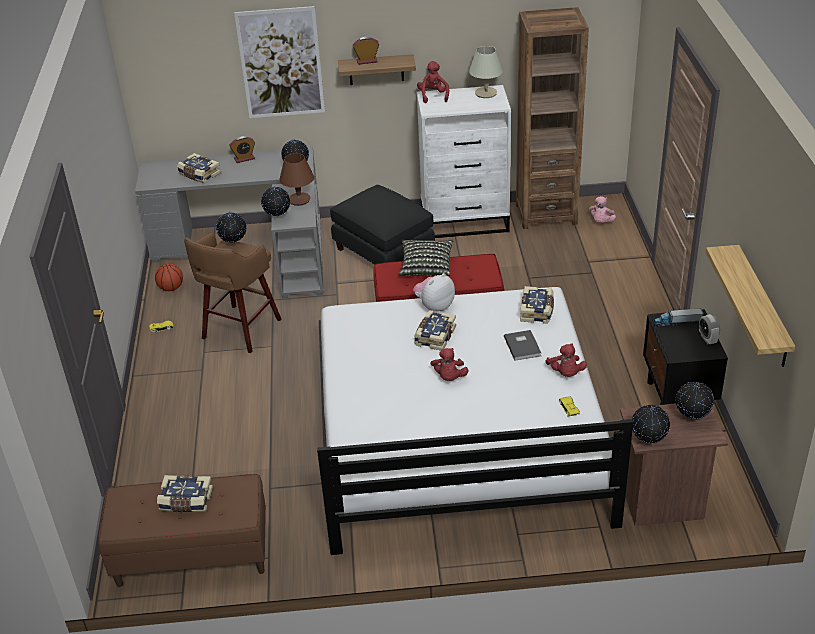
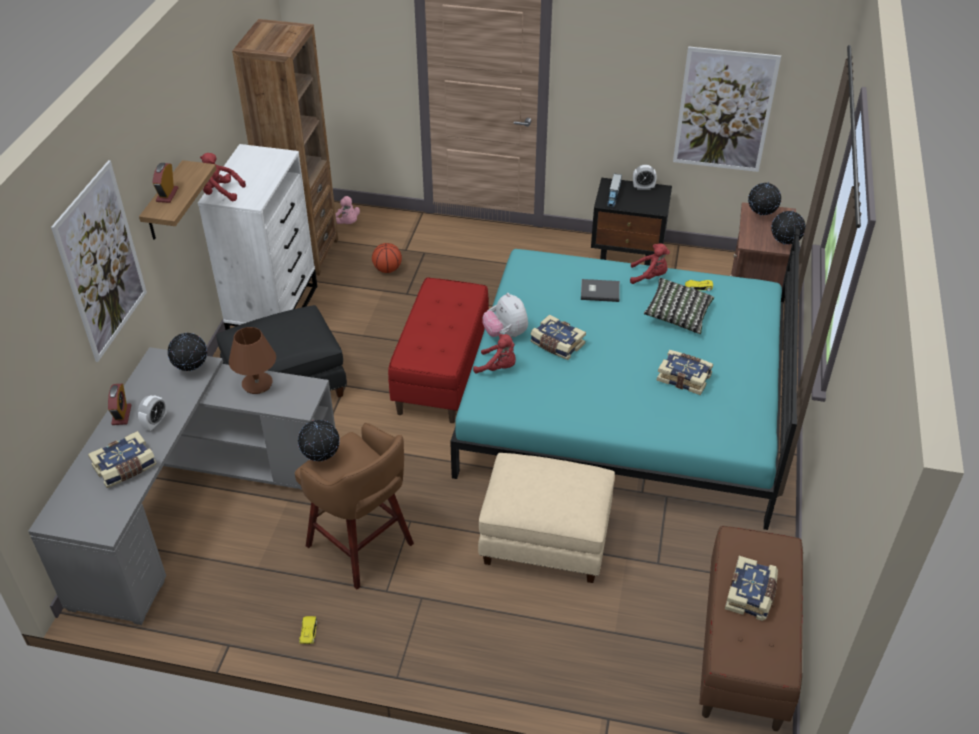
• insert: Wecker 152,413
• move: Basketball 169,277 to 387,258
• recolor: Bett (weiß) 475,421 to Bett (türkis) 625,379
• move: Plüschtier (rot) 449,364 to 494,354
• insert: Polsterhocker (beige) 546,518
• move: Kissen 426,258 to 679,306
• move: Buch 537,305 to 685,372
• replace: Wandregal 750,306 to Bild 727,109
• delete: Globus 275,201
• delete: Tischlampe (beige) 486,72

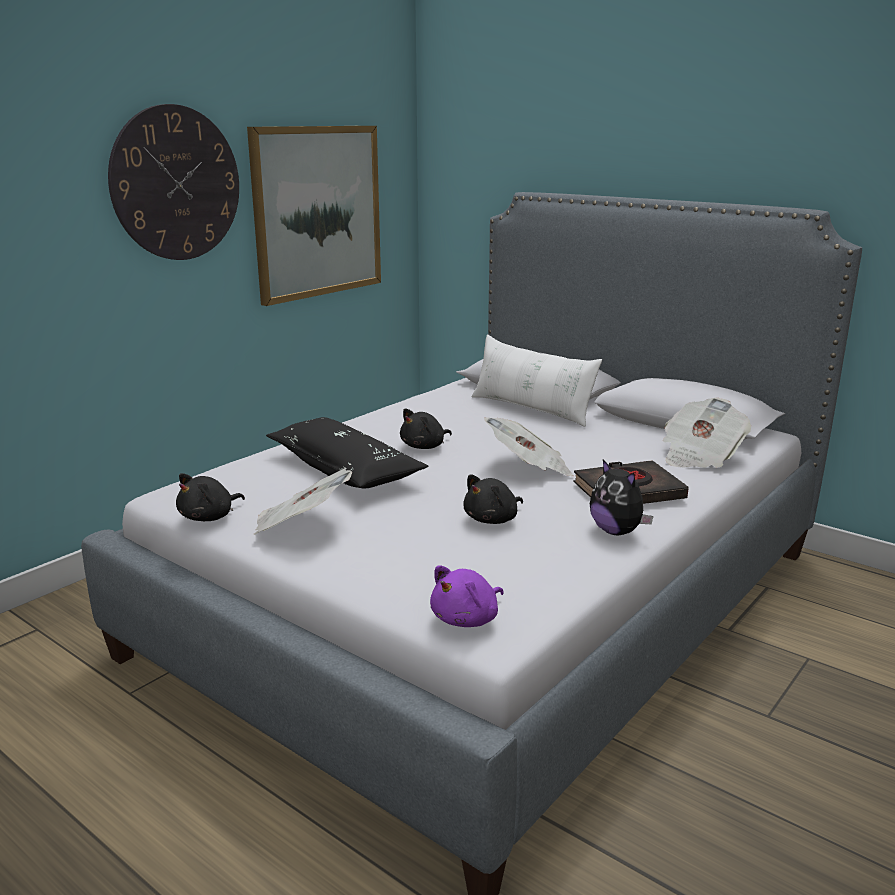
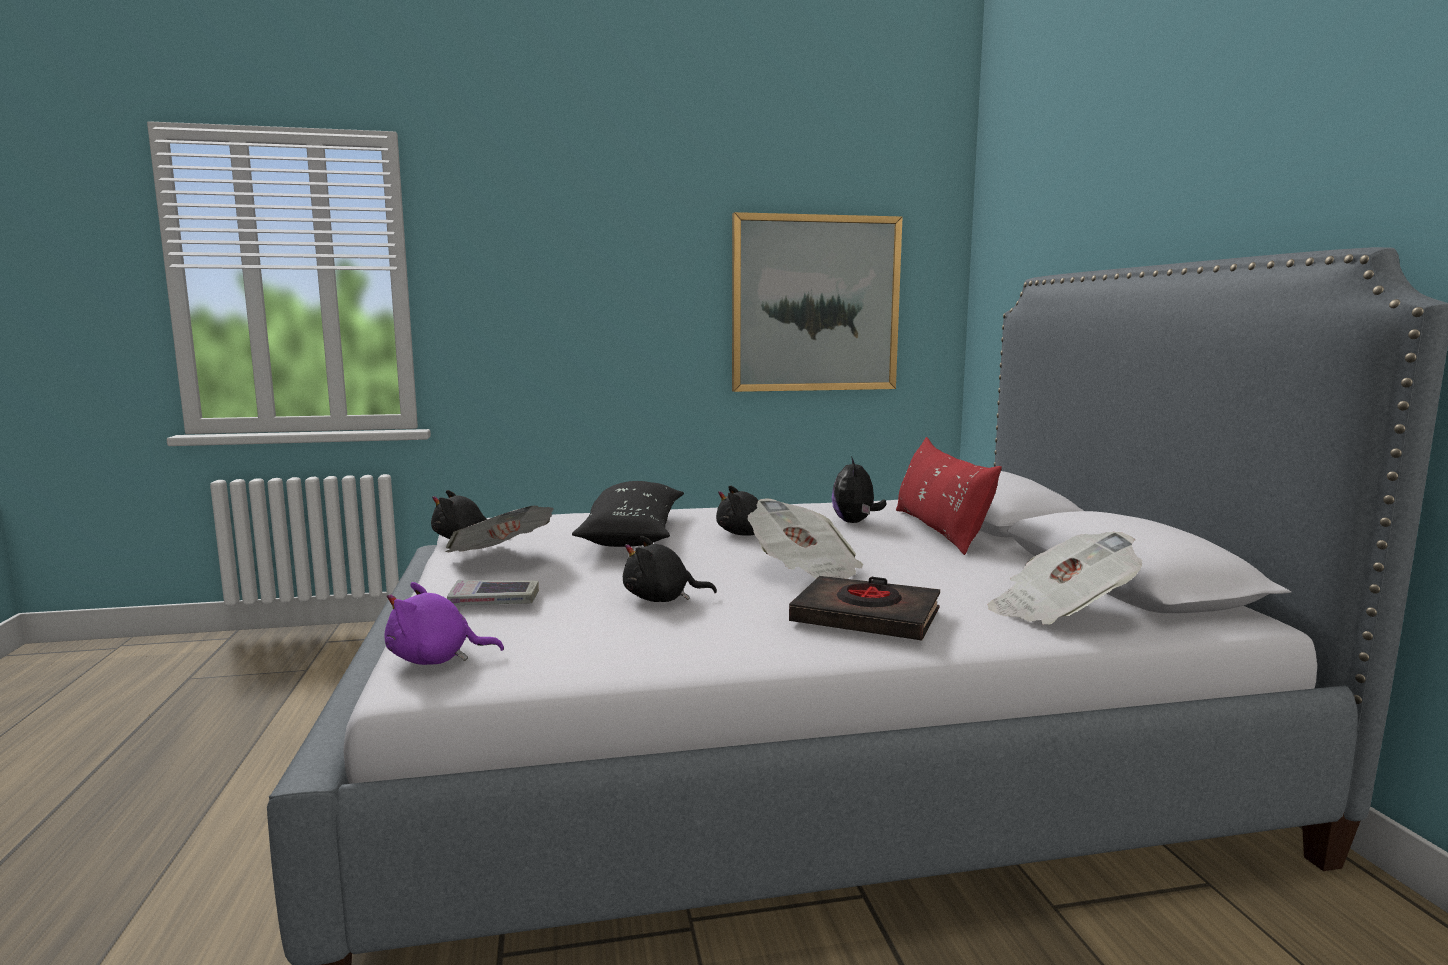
• insert: Buch 493,592
• move: Plüschtier 621,497 to 859,489
• recolor: Kissen (weiß) 536,380 to Kissen (rot) 949,496
• delete: Wanduhr 173,182

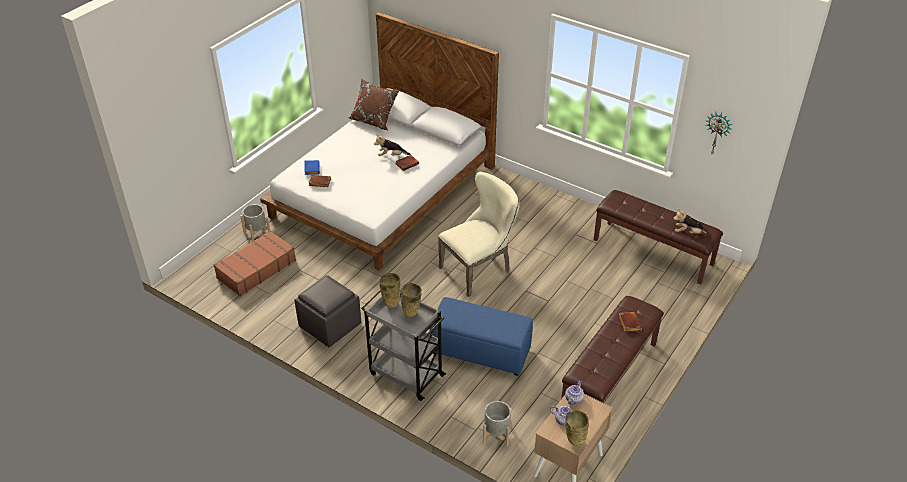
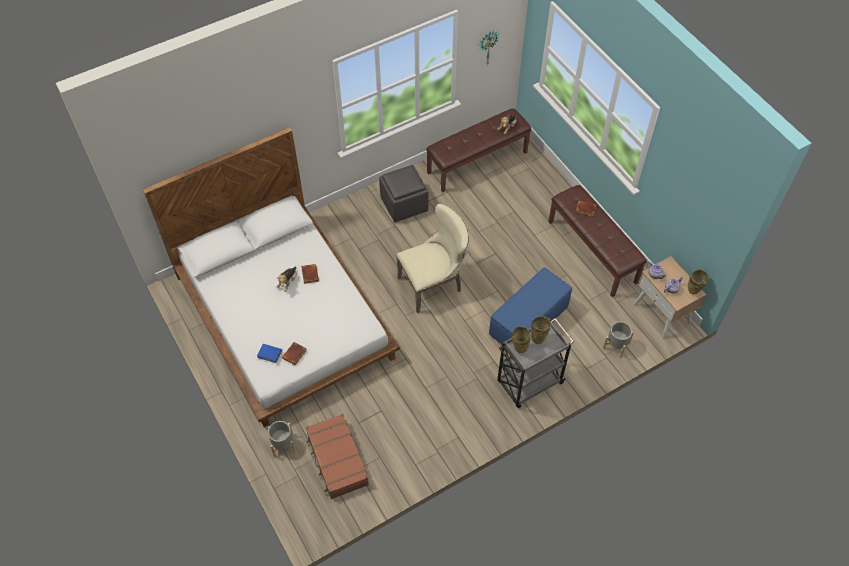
• move: Polsterhocker (grau) 327,311 to 404,193
• rotate: Stuhl (beige) 479,234 = 433,258 75 degrees clockwise
• delete: Kissen (braun) 374,104

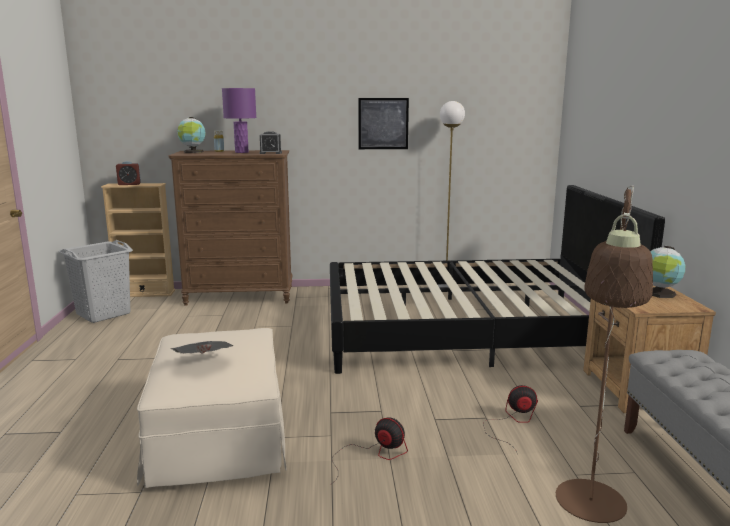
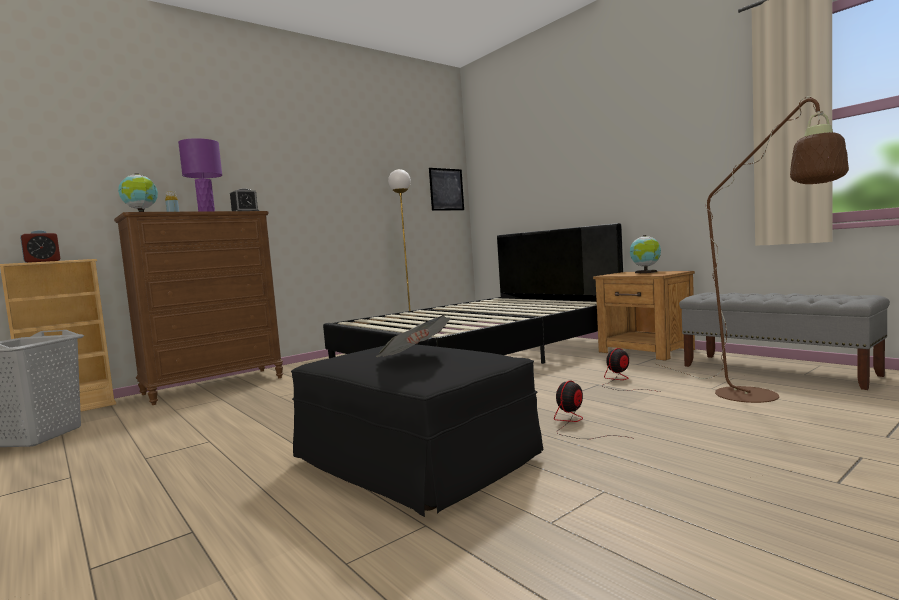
• recolor: Polsterhocker (beige) 212,408 to Polsterhocker (schwarz) 417,430
• move: Bild 383,123 to 446,189
• rotate: Ventilator 370,450 = 592,410 45 degrees counterclockwise

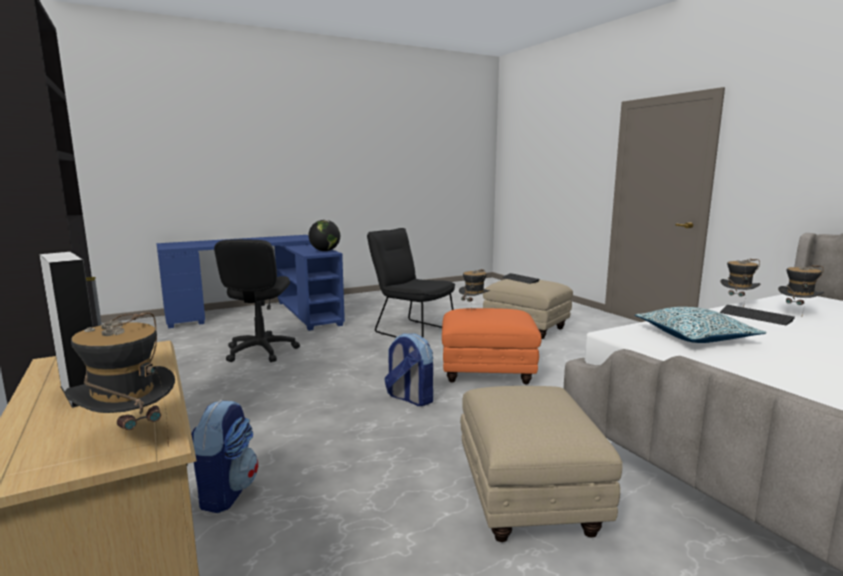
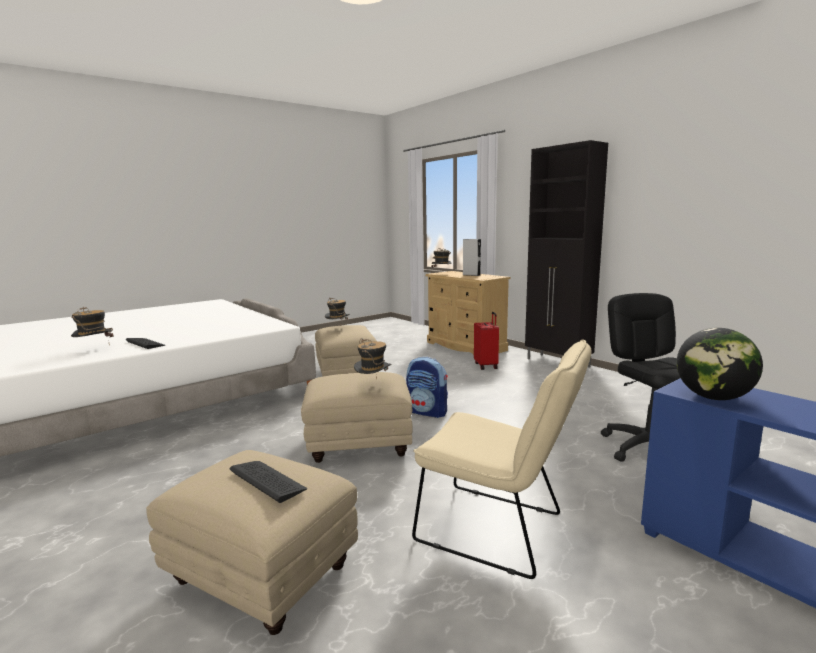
• recolor: Polsterhocker (orange) 492,346 to Polsterhocker (beige) 357,417
• move: Hut 740,283 to 337,310
• recolor: Stuhl (schwarz) 411,283 to Stuhl (beige) 502,459
• replace: Rucksack 224,456 to Koffer (rot) 486,341
• delete: Kissen 701,325

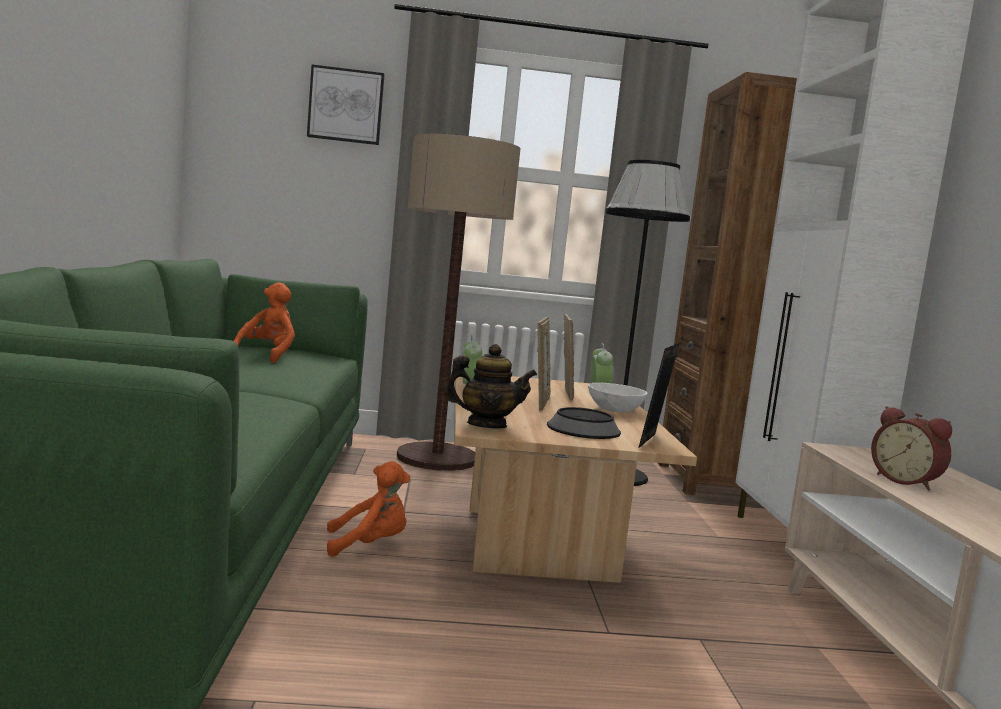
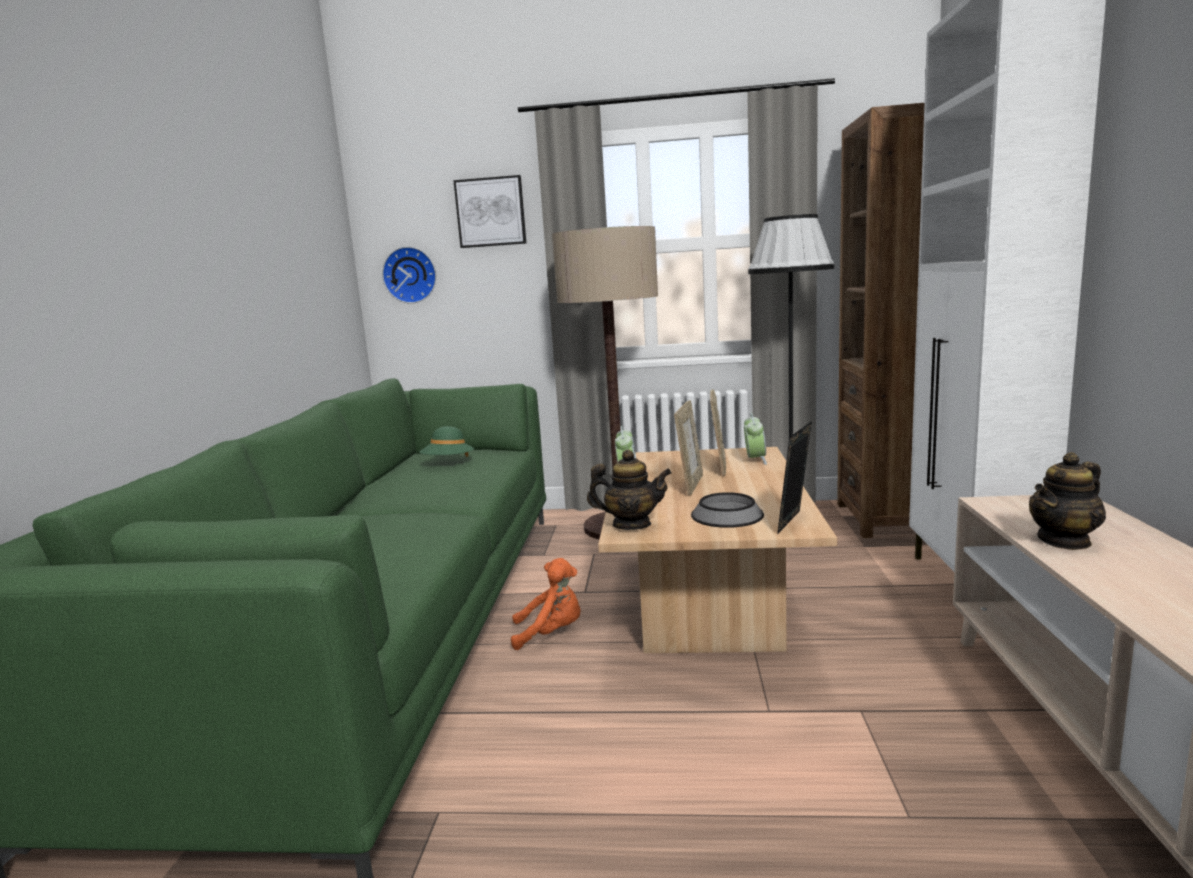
• insert: Wanduhr 409,275
• replace: Plüschtier (orange) 264,322 to Hut (grün) 446,441
• replace: Wecker 911,448 to Teekanne 1067,501
• delete: Schüssel (weiß) 617,398

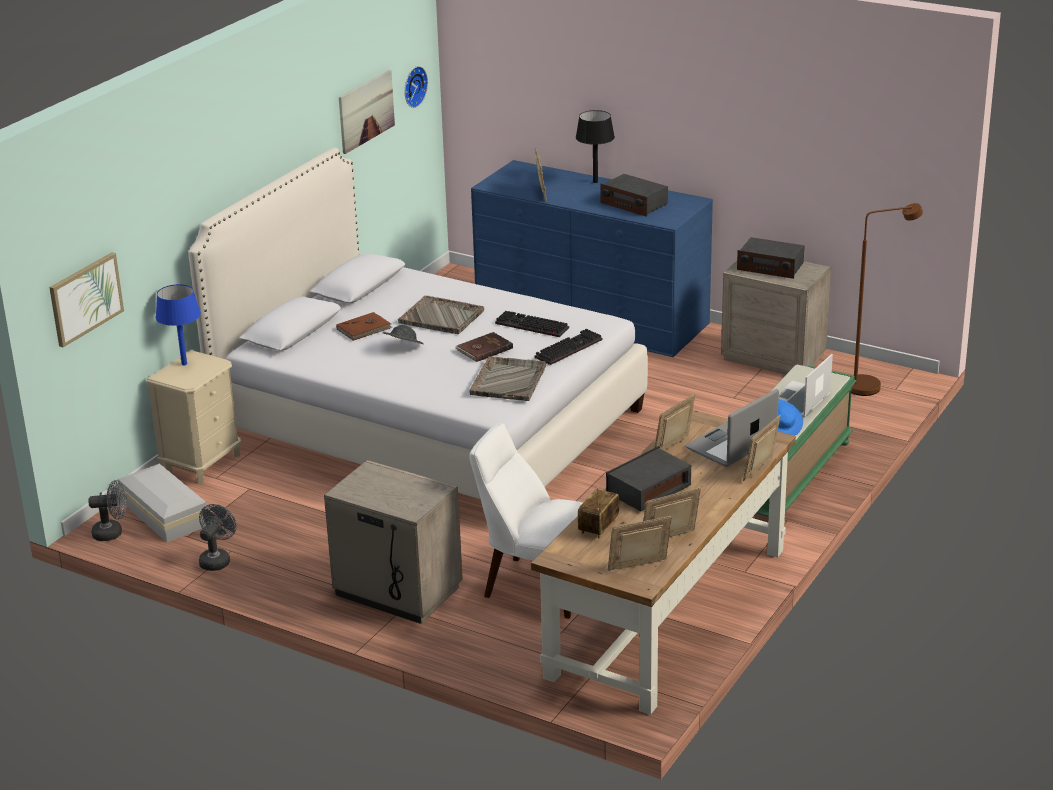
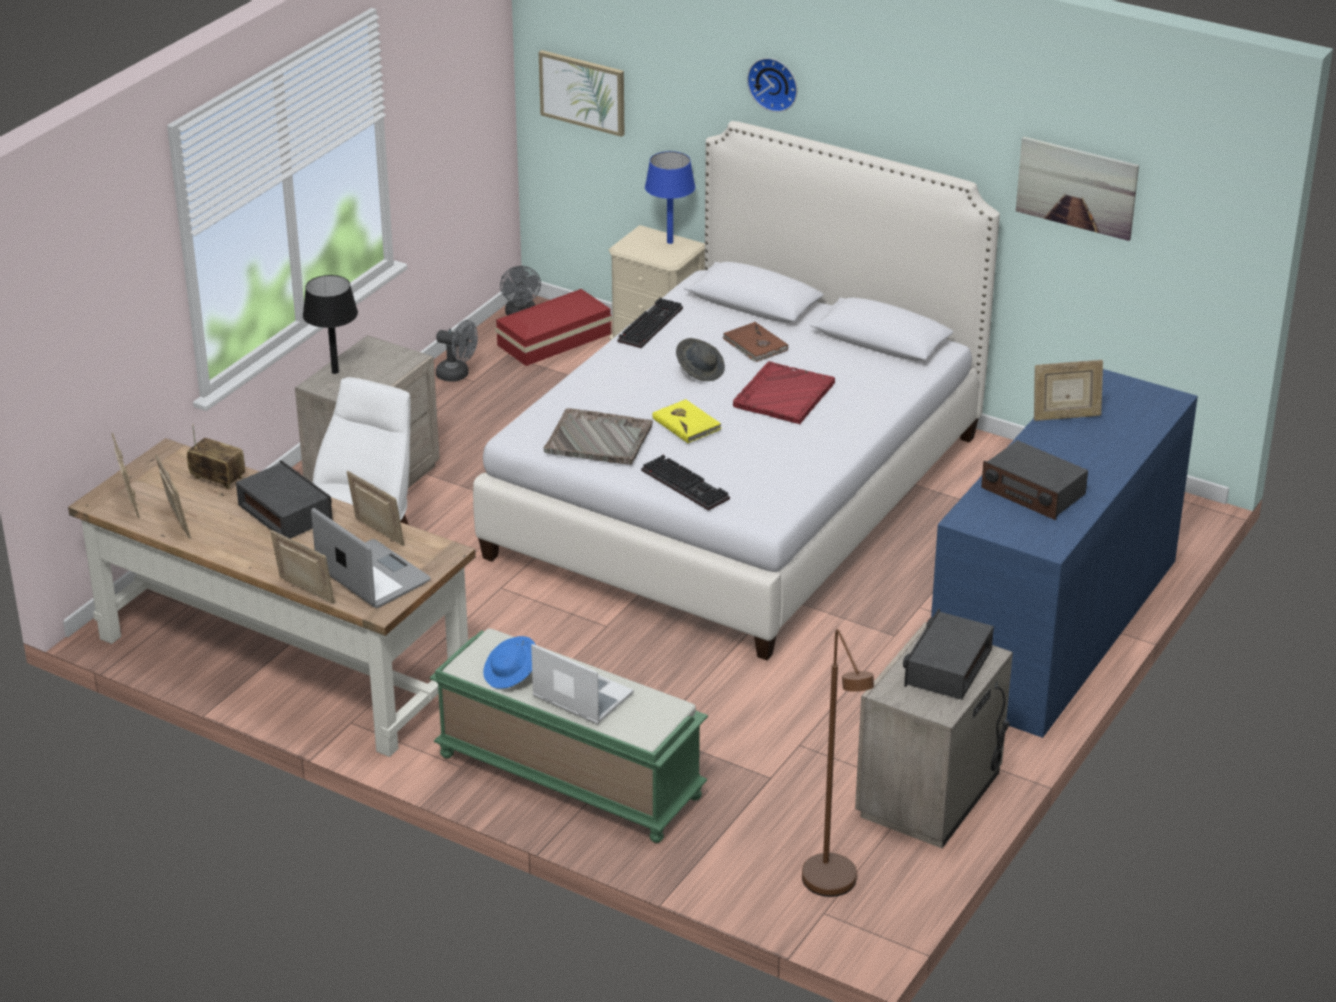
• move: Tischlampe (schwarz) 595,146 to 330,324
• recolor: Aufbewahrungsbox (weiß) 163,502 to Aufbewahrungsbox (rot) 553,327
• move: Tastatur 532,324 to 650,323
• recolor: Buch (braun) 484,347 to Buch (gelb) 687,421
• recolor: Tablett (grau) 441,315 to Tablett (rot) 784,392
• move: Wanduhr 416,87 to 772,85
• rotate: Radio 634,195 = 1034,480 90 degrees counterclockwise

